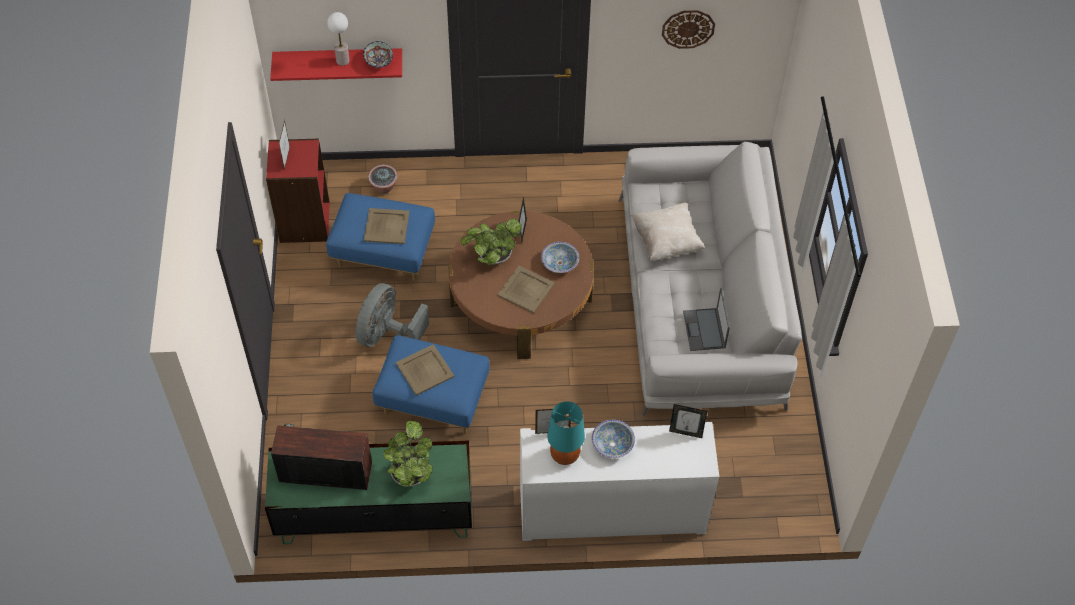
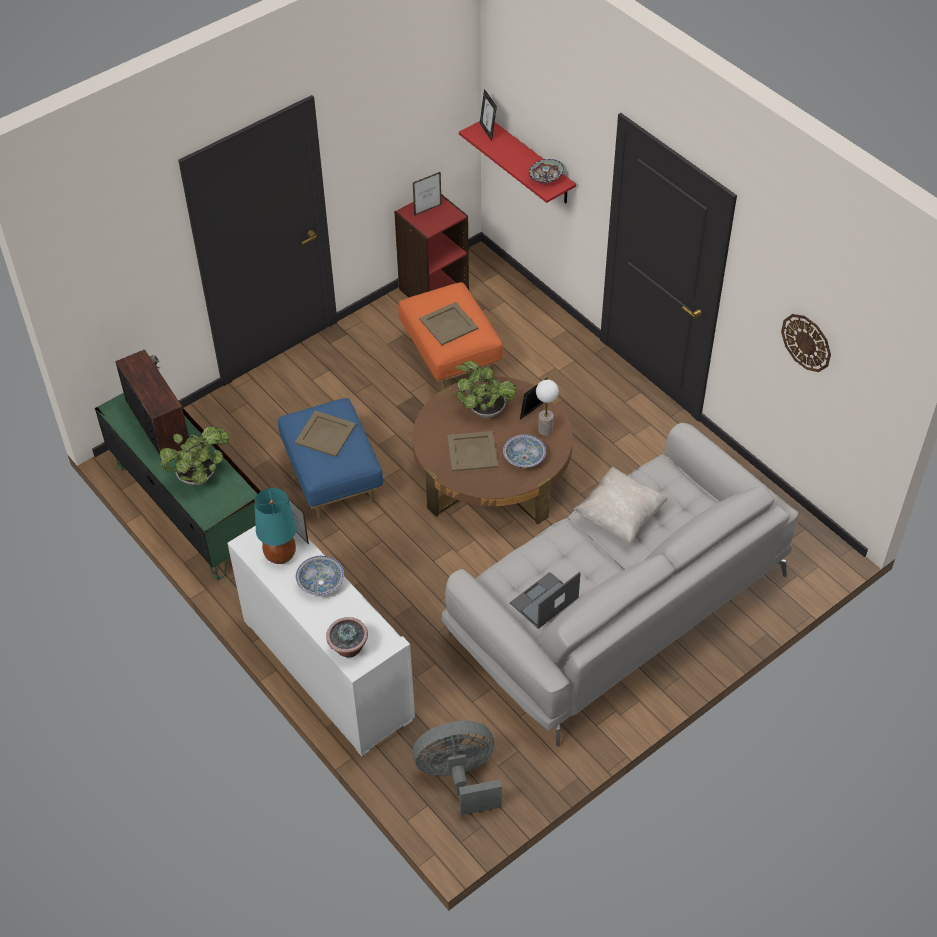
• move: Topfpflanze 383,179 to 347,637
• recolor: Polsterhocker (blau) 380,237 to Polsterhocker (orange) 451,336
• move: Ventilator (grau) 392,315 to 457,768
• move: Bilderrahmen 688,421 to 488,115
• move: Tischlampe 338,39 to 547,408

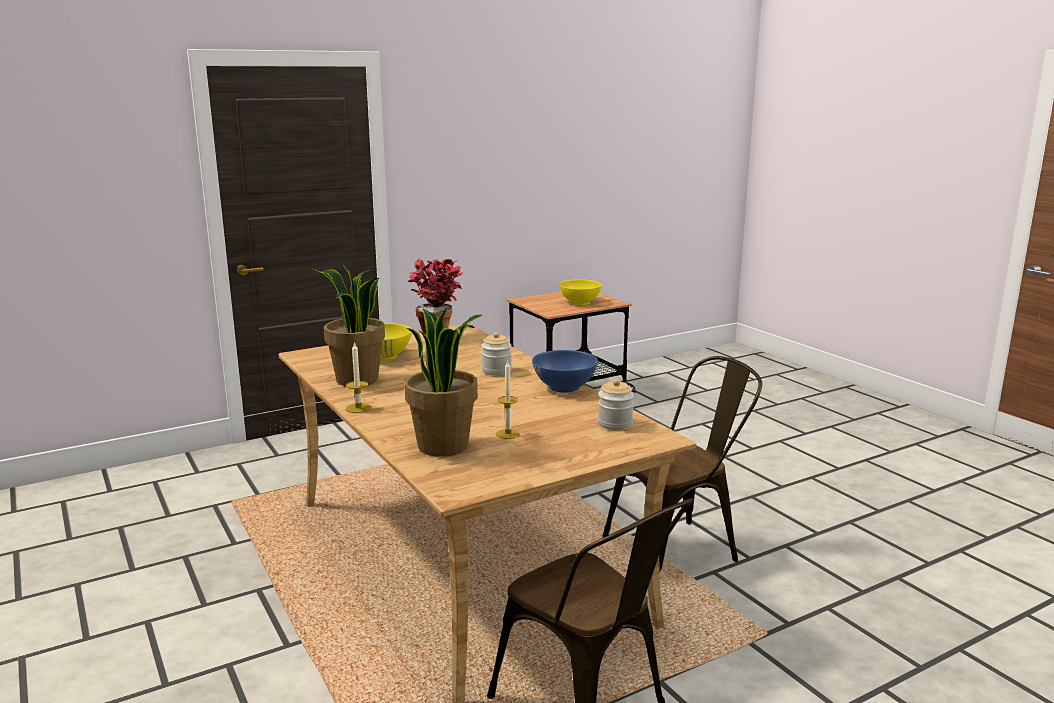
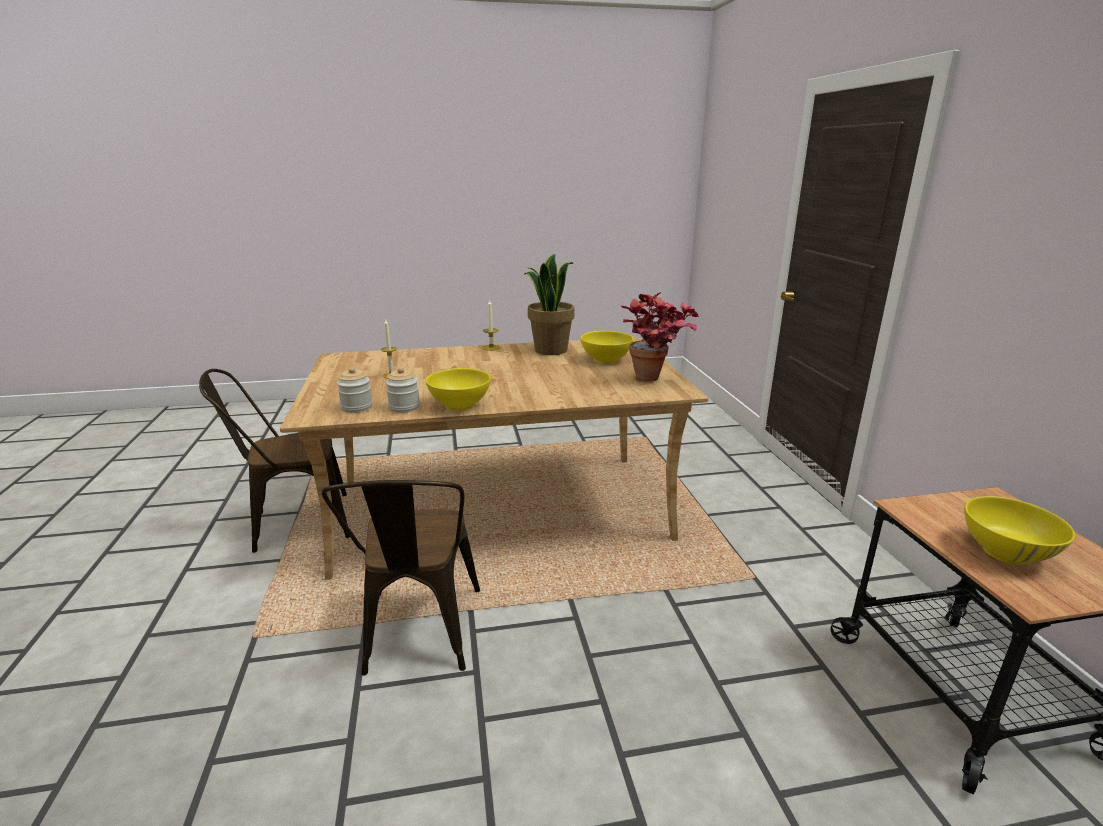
• move: Vorratsglas 496,354 to 403,390
• recolor: Schüssel (blau) 565,371 to Schüssel (gelb) 458,389
• delete: Topfpflanze 443,382

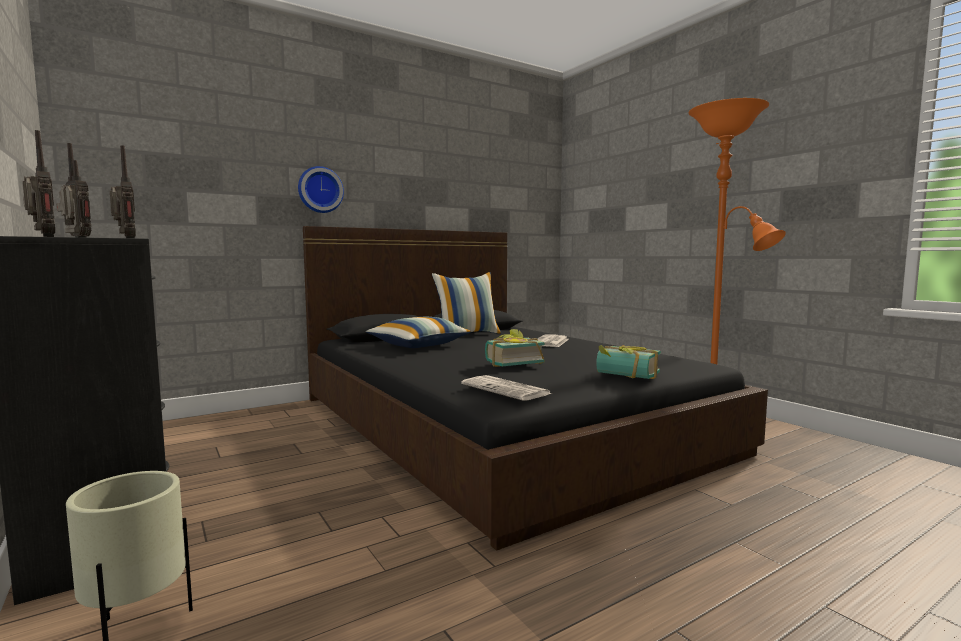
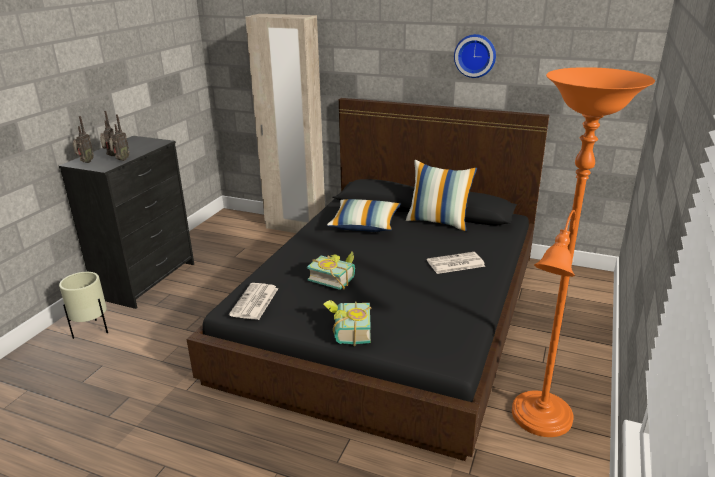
• insert: Kleiderschrank (beige) 285,123
• move: Wanduhr 321,189 to 475,56

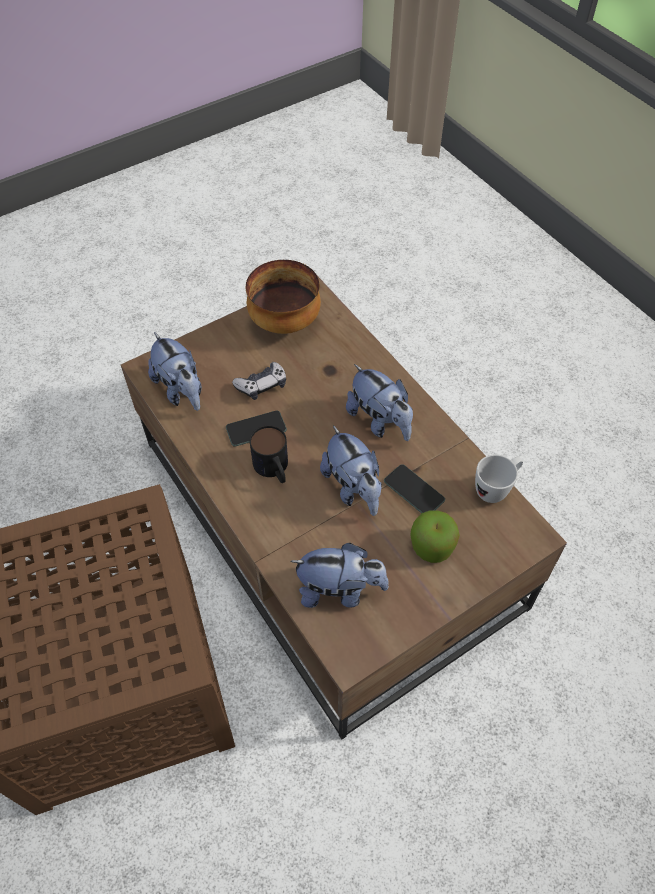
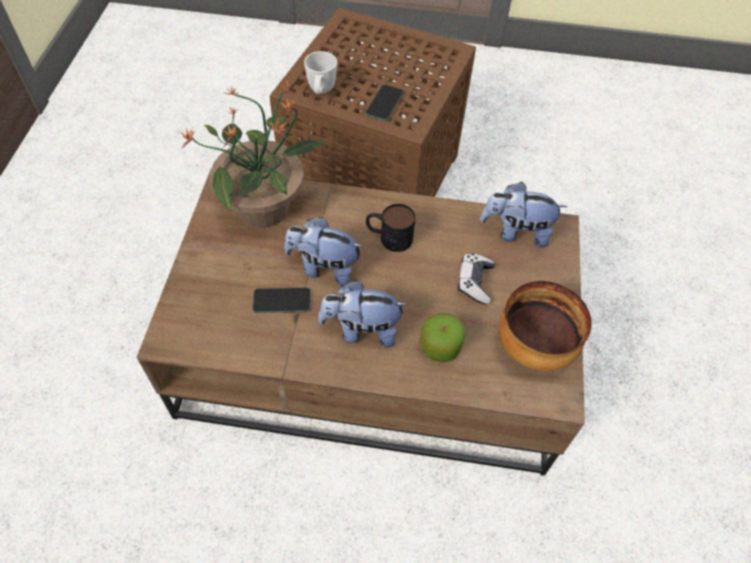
• replace: Plüschtier 339,575 to Topfpflanze 253,154
• move: Henkelbecher (weiß) 499,478 to 320,72
• move: Handy 256,428 to 384,102
• move: Apfel 435,537 to 443,337

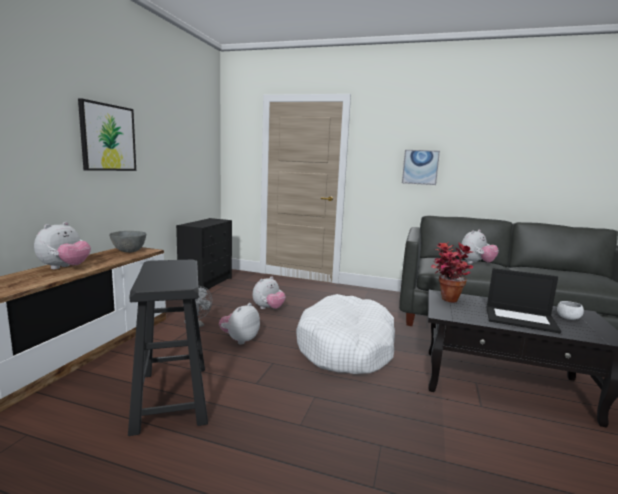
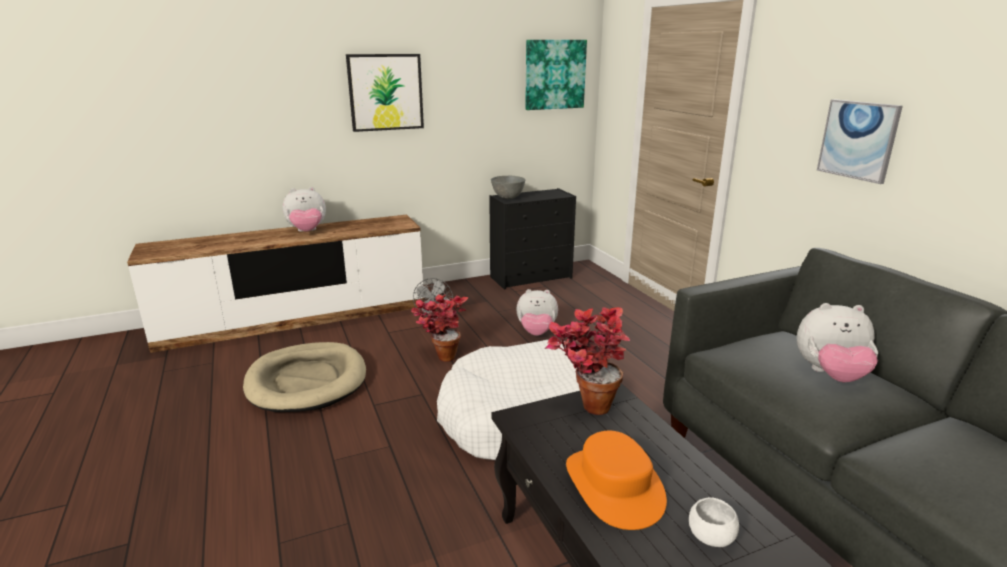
• replace: Hocker (schwarz) 168,347 to Hundebett (beige) 304,377
• replace: Plüschtier 239,324 to Topfpflanze 439,328
• move: Schüssel (grau) 128,242 to 508,187
• insert: Bild 556,75
• replace: Laptop 523,301 to Hut (orange) 616,480

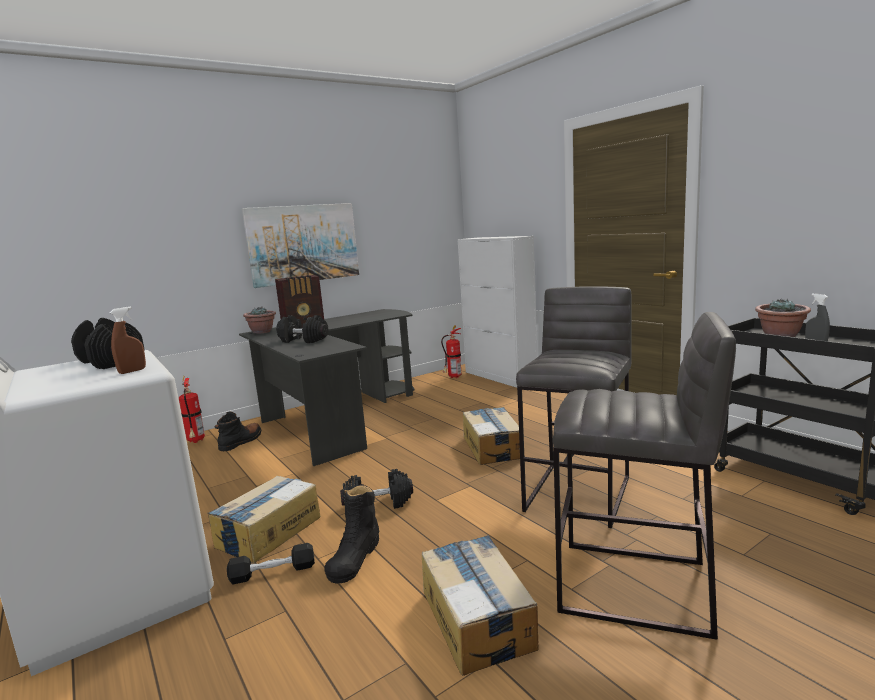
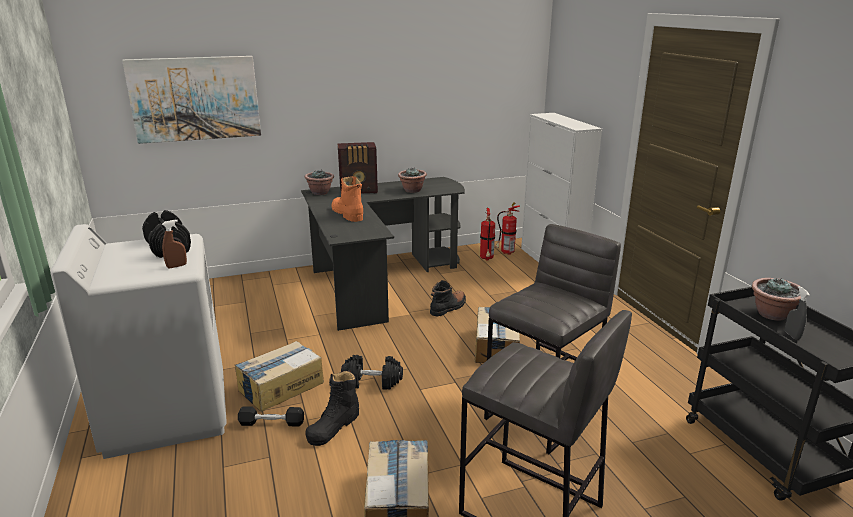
• move: Bild 300,245 to 191,100
• replace: Hantel (schwarz) 302,329 to Stiefel (orange) 347,199
• insert: Topfpflanze 412,180
• move: Stiefel (schwarz) 238,431 to 448,298
• move: Feuerlöscher 192,409 to 487,234

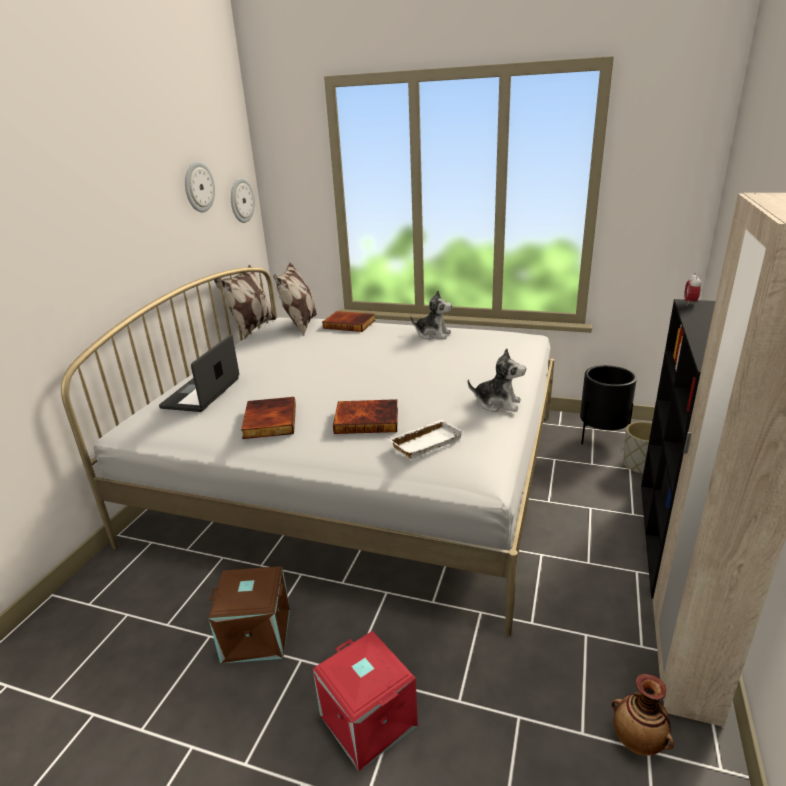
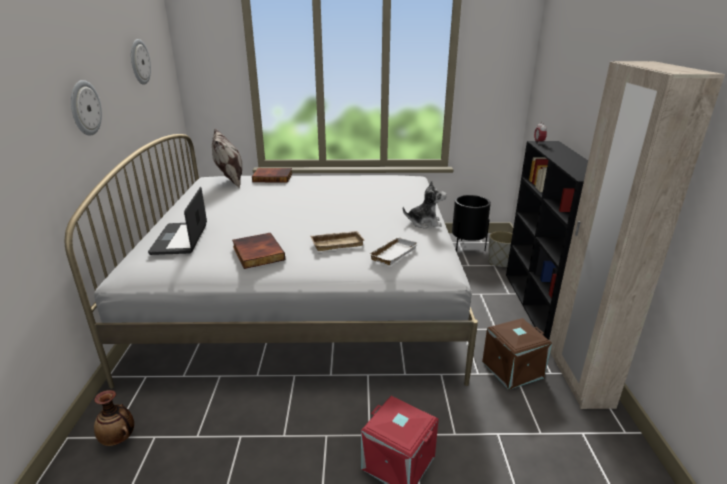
• move: Wanduhr 243,200 to 86,108
• move: Vase 643,715 to 114,418
• replace: Buch 365,416 to Tablett (beige) 337,241
• move: Aufbewahrungsbox (braun) 249,614 to 517,354
• delete: Kissen 245,302
• delete: Plüschtier 431,315

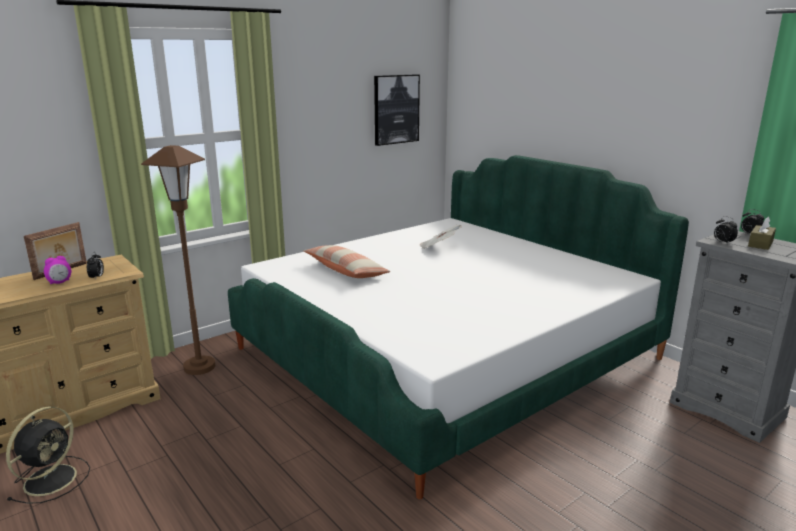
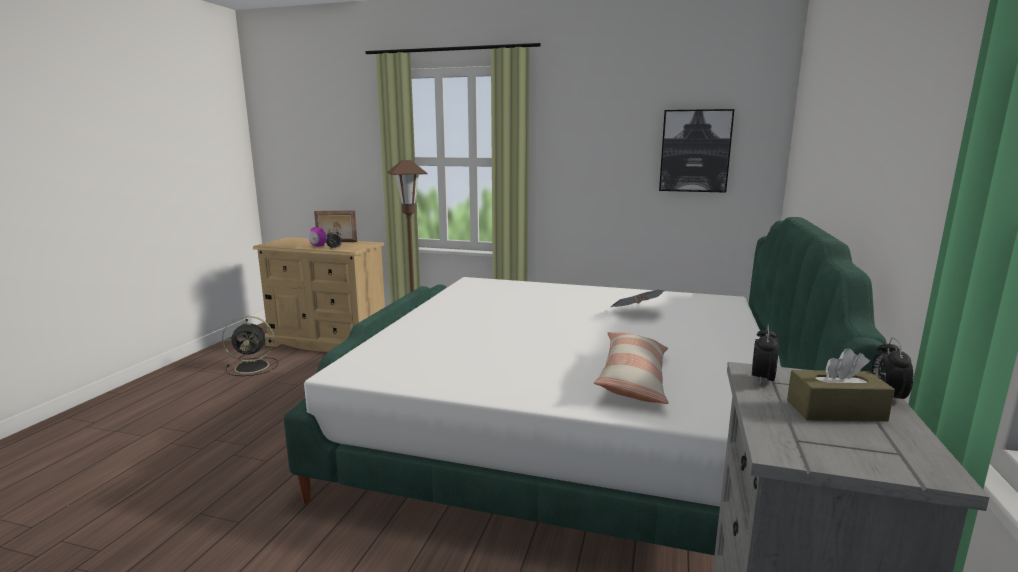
• move: Kissen 346,261 to 631,368

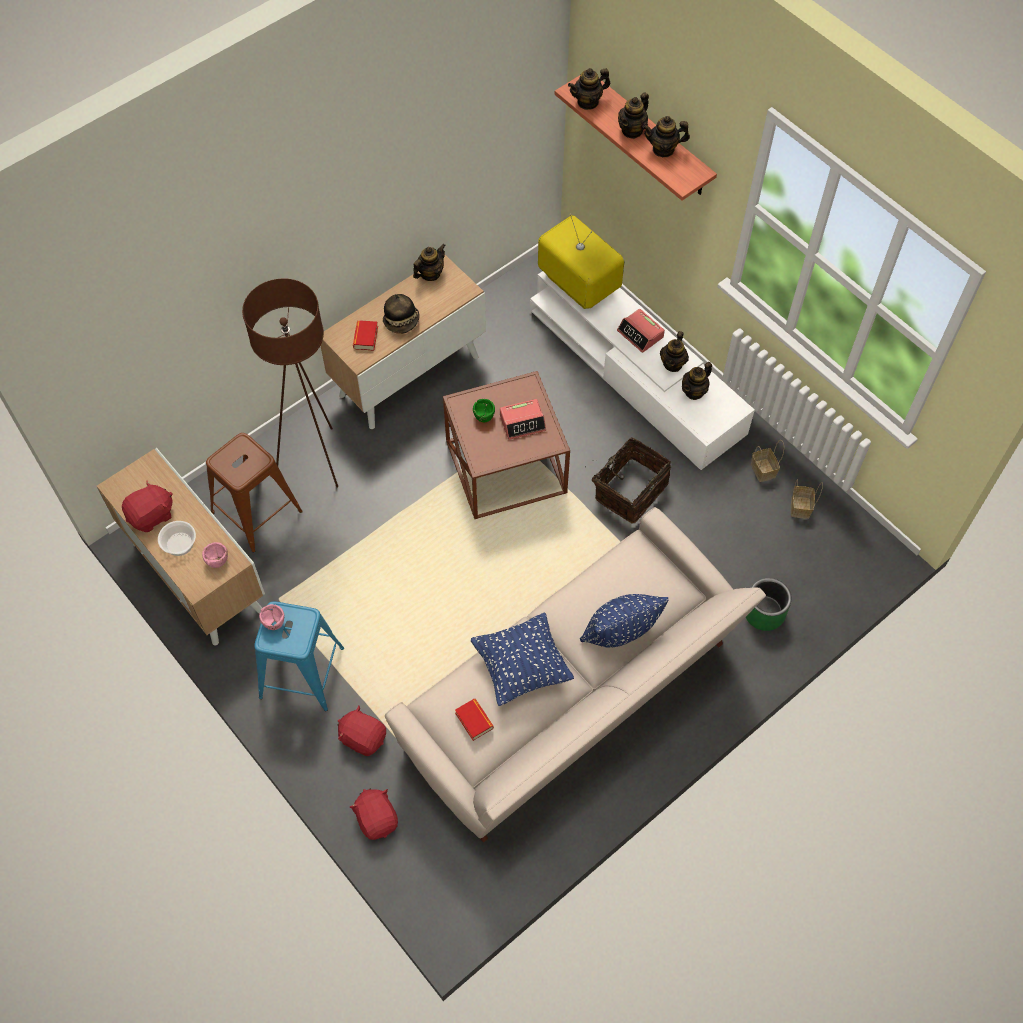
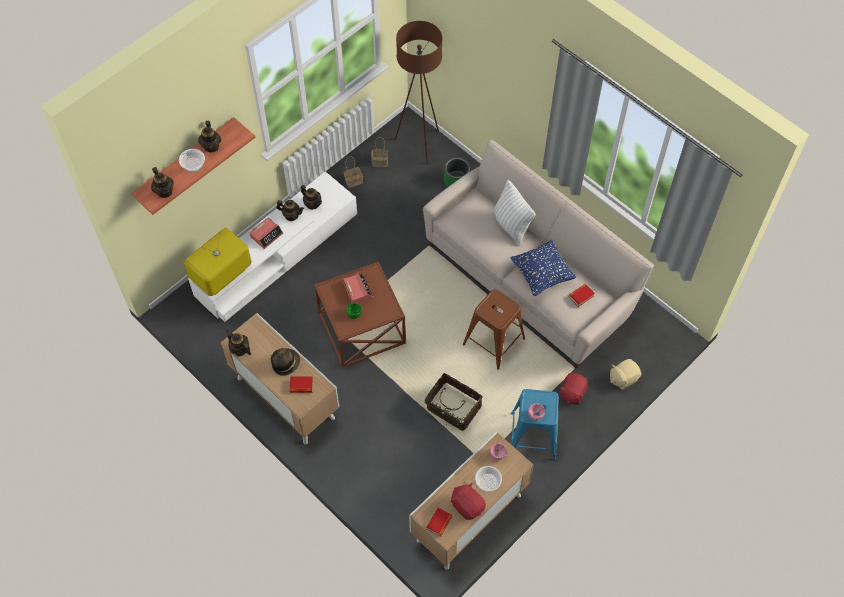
• replace: Teekanne 633,115 to Schüssel 192,161
• move: Stehlampe (braun) 290,383 to 419,92
• move: Korb 628,480 to 454,402
• insert: Buch 439,522
• move: Hocker (braun) 254,493 to 494,329
• recolor: Kissen (blau) 624,621 to Kissen (weiß) 514,213
• recolor: Plüschtier (rot) 374,814 to Plüschtier (beige) 625,374

